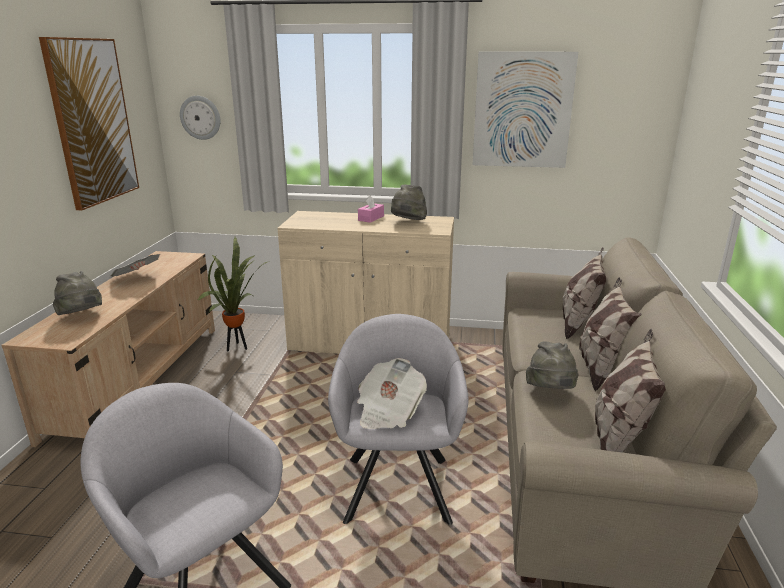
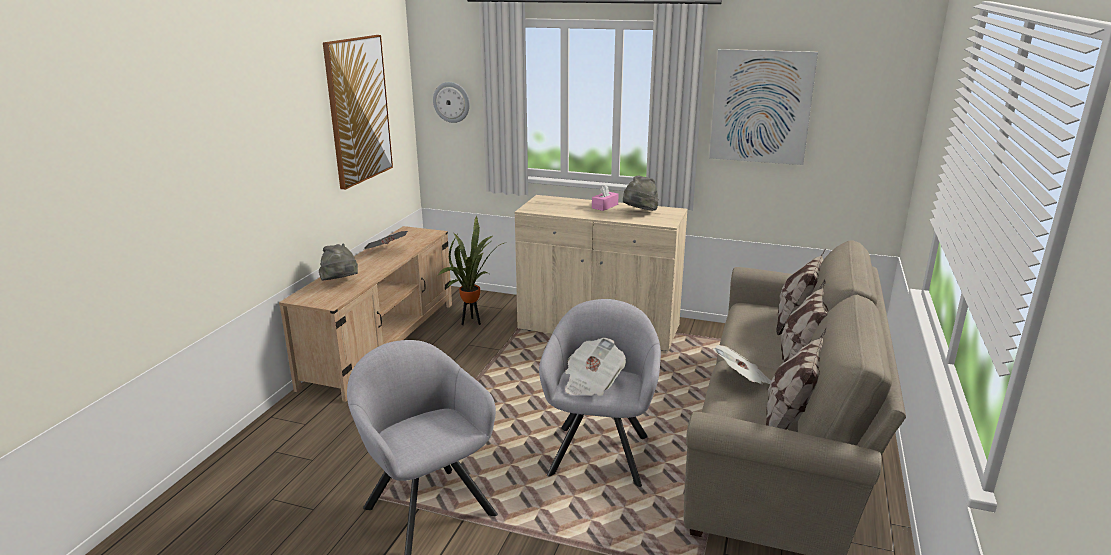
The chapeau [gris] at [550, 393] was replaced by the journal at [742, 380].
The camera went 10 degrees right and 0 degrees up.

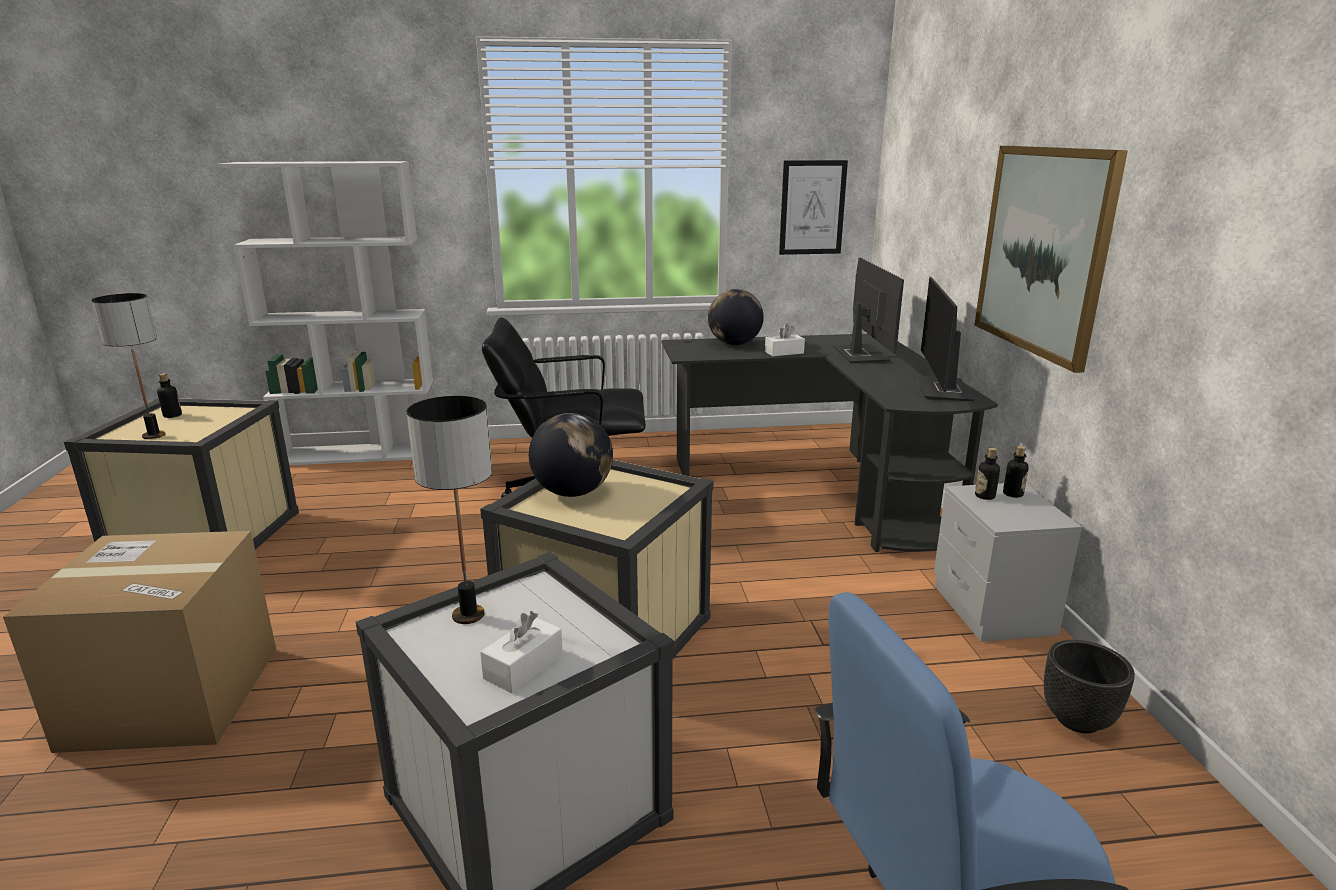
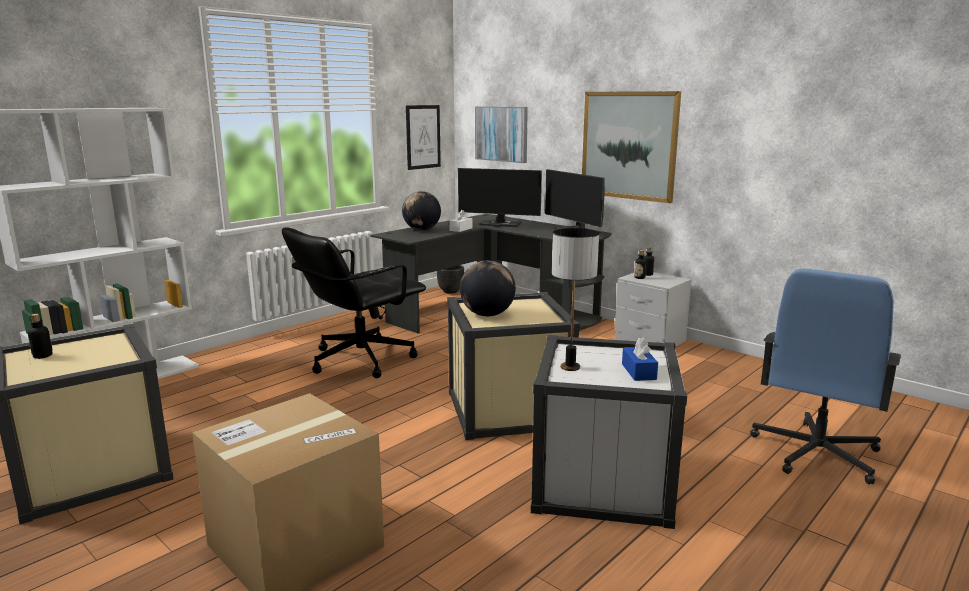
The écran d'ordinateur at [859, 354] turned 150 degrees clockwise.
The lampe de table at [153, 436] disappeared.
The boîte à mouchoirs [blanc] at [523, 666] became the boîte à mouchoirs [bleu] at [638, 372].
The cache-pot [noir] moved from [1076, 719] to [450, 291].
The tableau at [501, 134] appeared.
The camera went 40 degrees left and 5 degrees down.

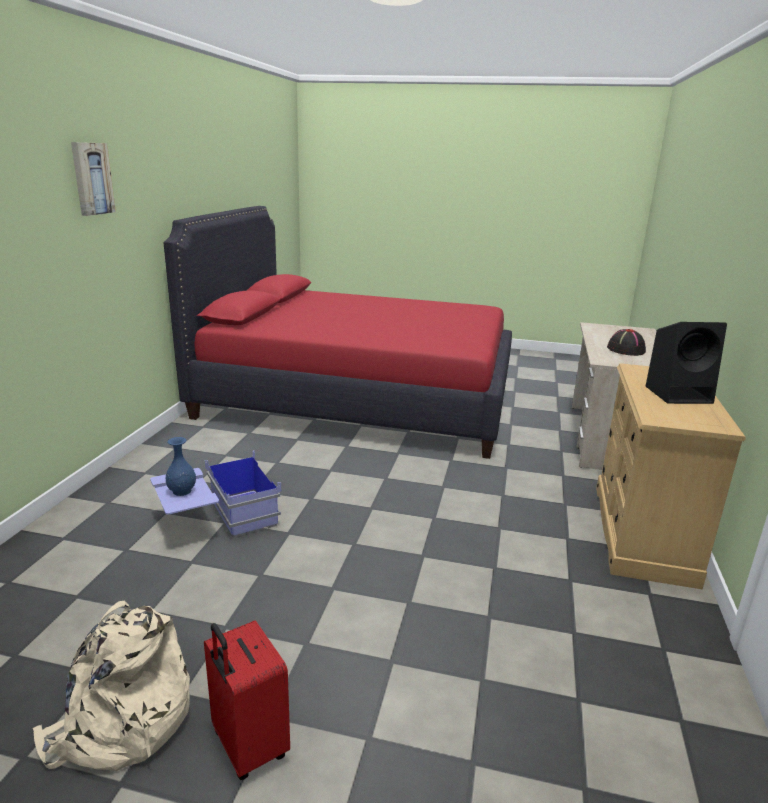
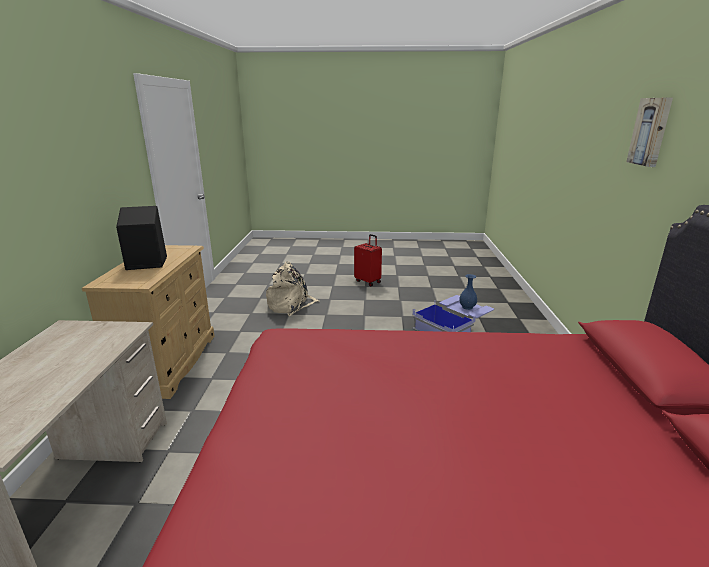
The chapeau [noir] at [625, 350] disappeared.
The sac à dos [beige] moved from [121, 724] to [291, 305].
The camera went 170 degrees right and 0 degrees up.

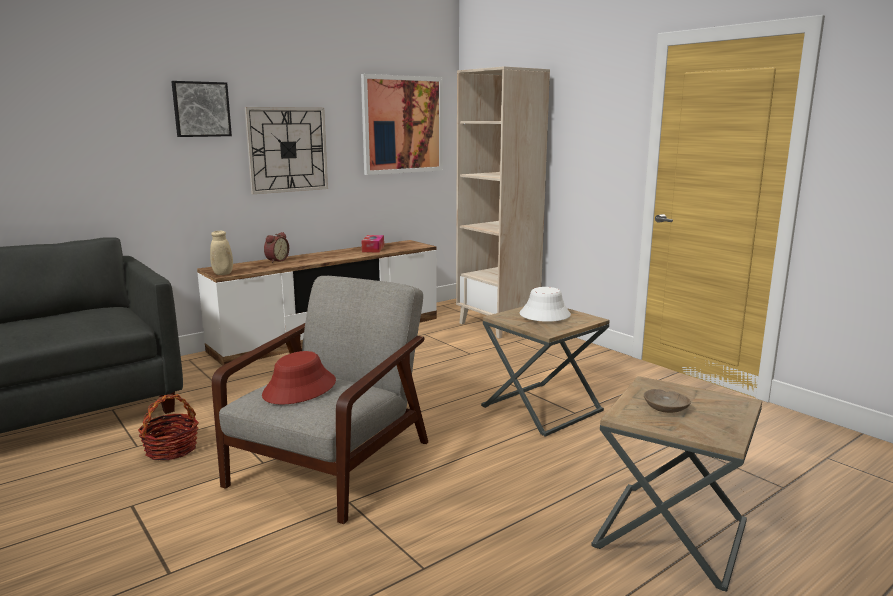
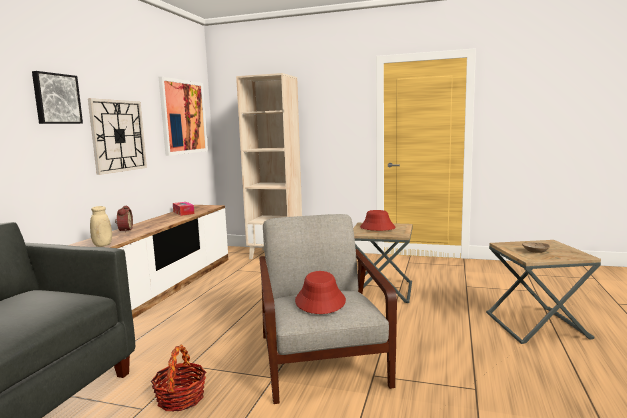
The chapeau [blanc] at [544, 315] became the chapeau [rouge] at [377, 228].
The camera went 35 degrees left and 5 degrees down.

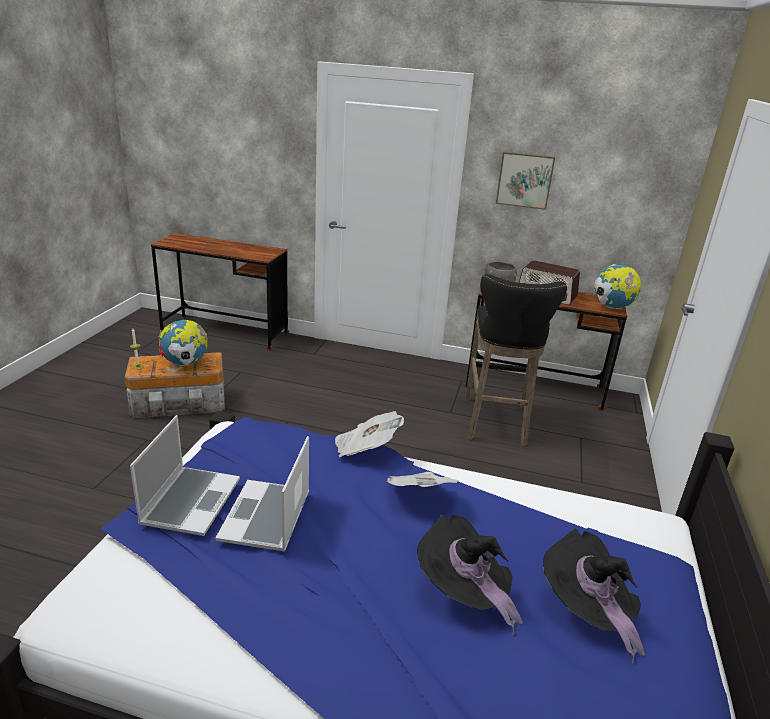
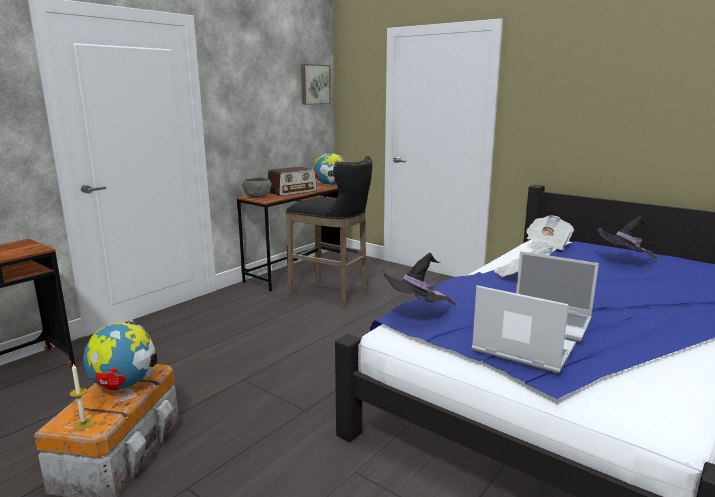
The tableau moved from [525, 180] to [314, 84].
The journal moved from [366, 448] to [546, 246].
The chapeau [noir] moved from [464, 592] to [415, 312].
The camera went 65 degrees left and 10 degrees down.

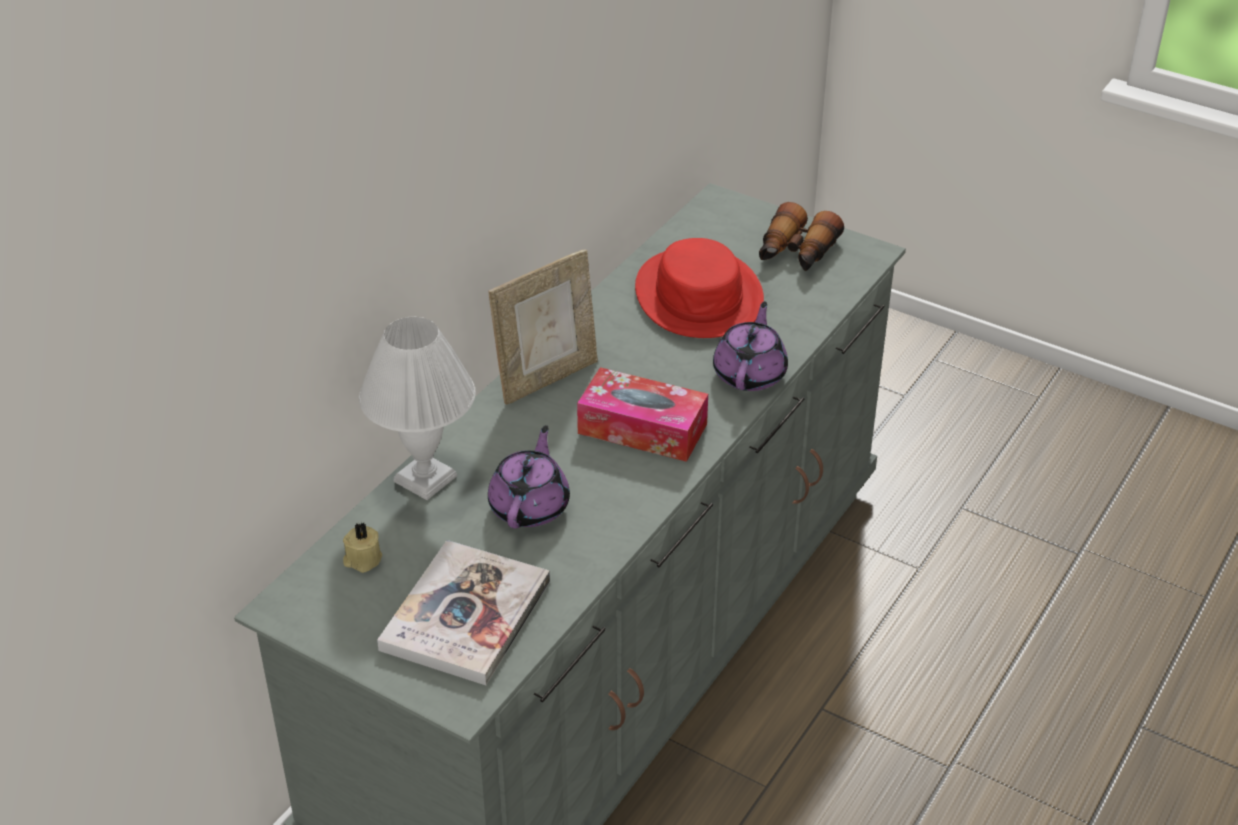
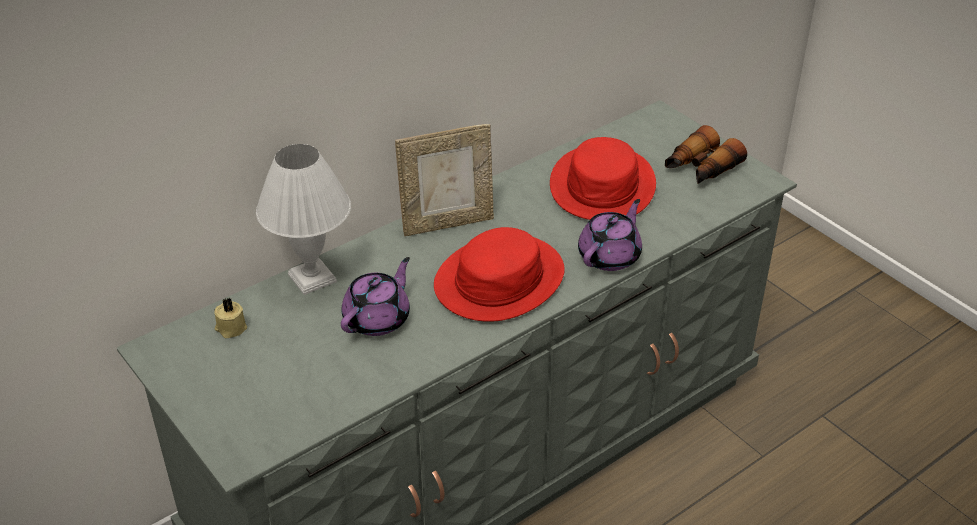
The boîte à mouchoirs at [642, 429] was replaced by the chapeau [rouge] at [499, 279].
The livre at [466, 615] disappeared.
The camera went 20 degrees right and 0 degrees up.

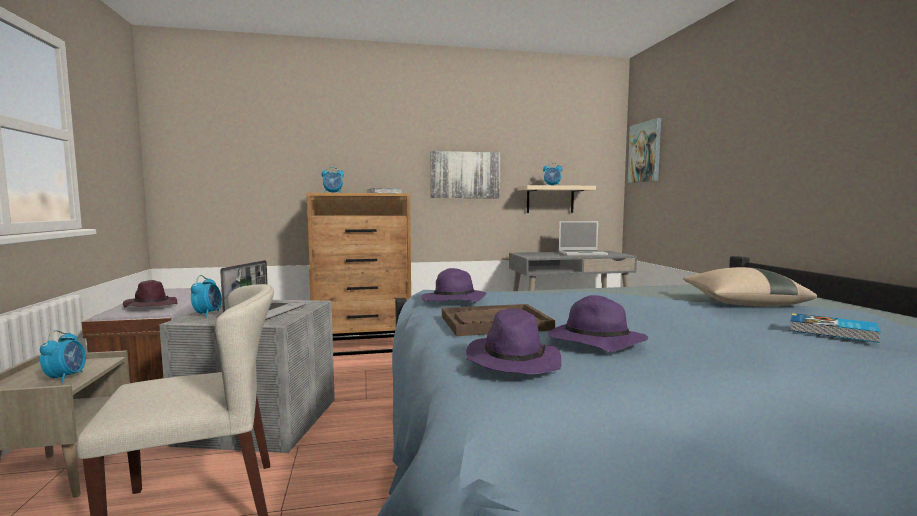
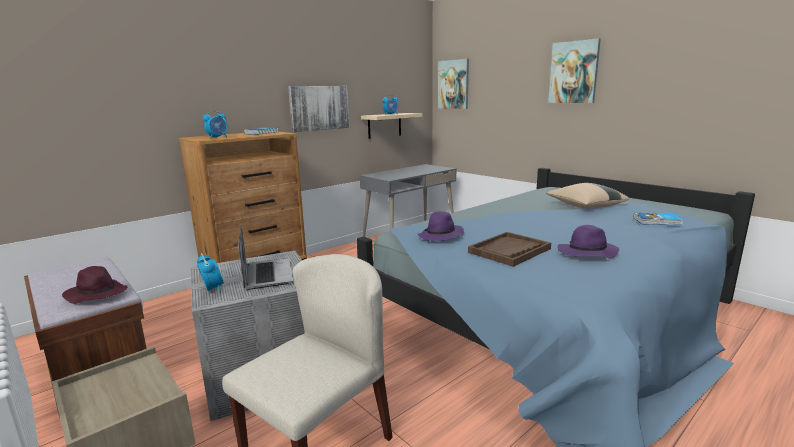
The ordinateur portable at [582, 254] disappeared.
The chapeau [violet] at [512, 362] disappeared.
The réveil at [66, 377] disappeared.
The tableau at [574, 72] appeared.
The camera went 30 degrees left and 10 degrees up.

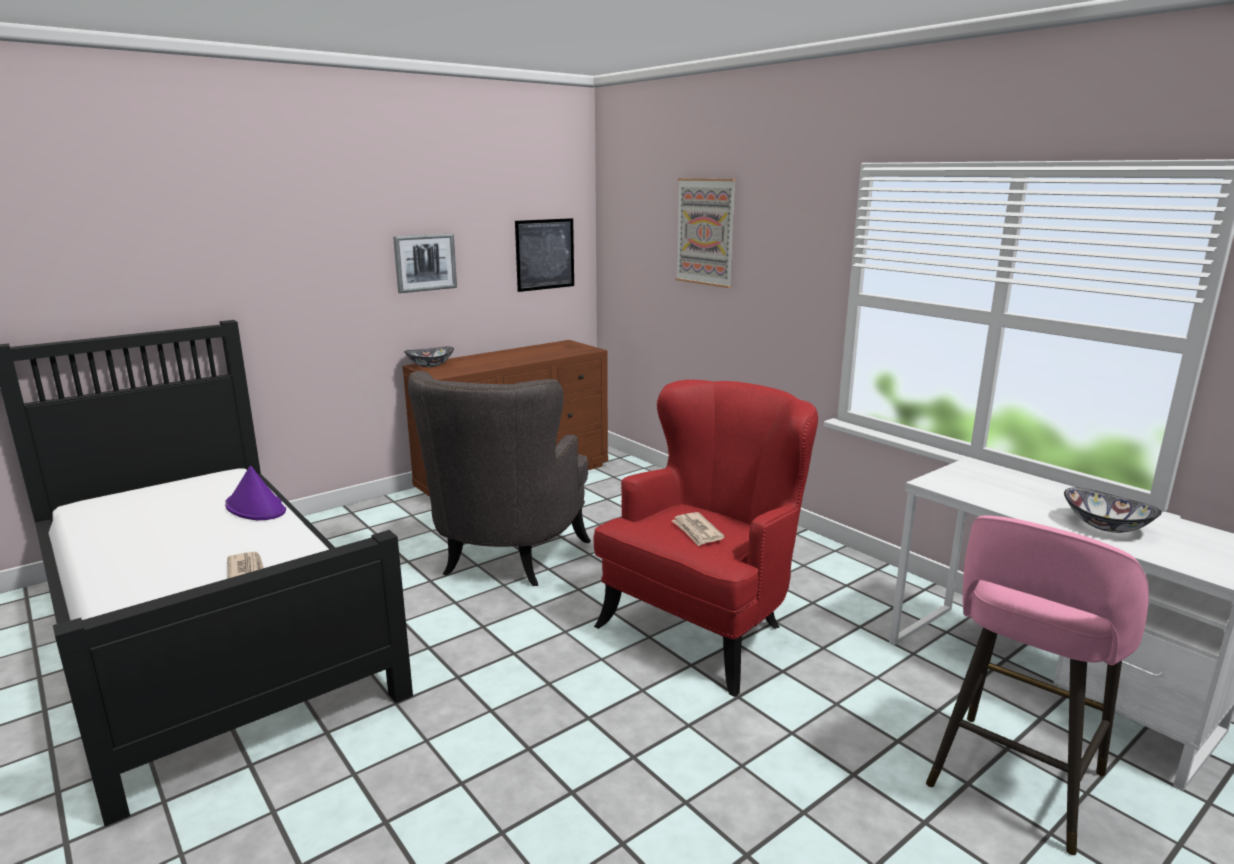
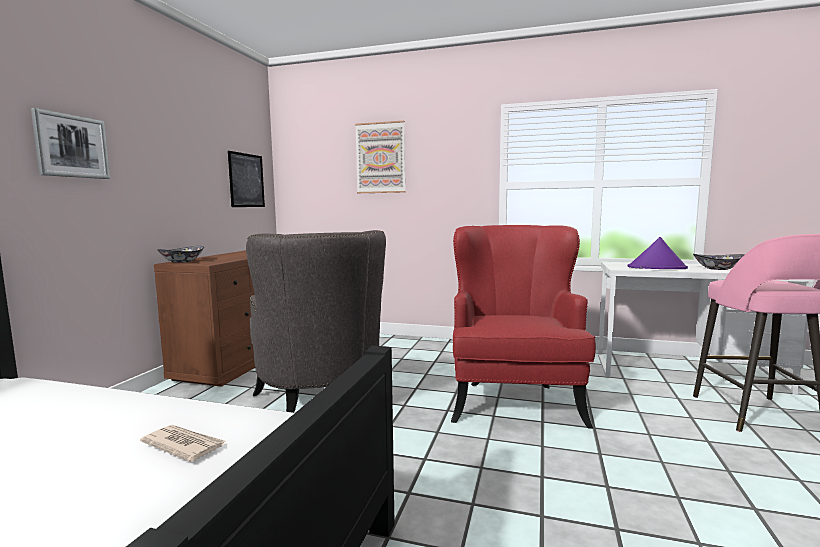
The tableau moved from [425, 262] to [71, 146].
The chapeau [violet] moved from [256, 508] to [657, 268].
The journal at [697, 531] disappeared.
The camera went 35 degrees left and 10 degrees down.

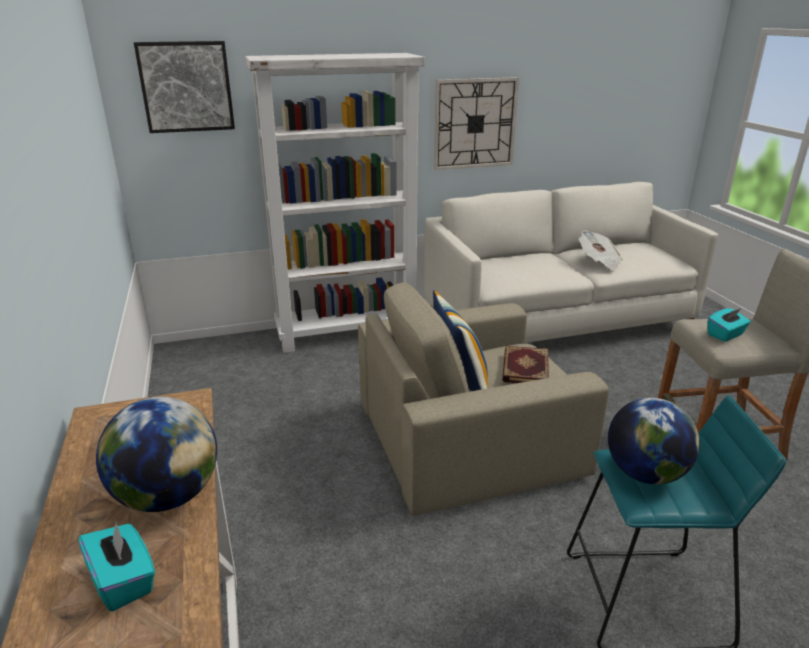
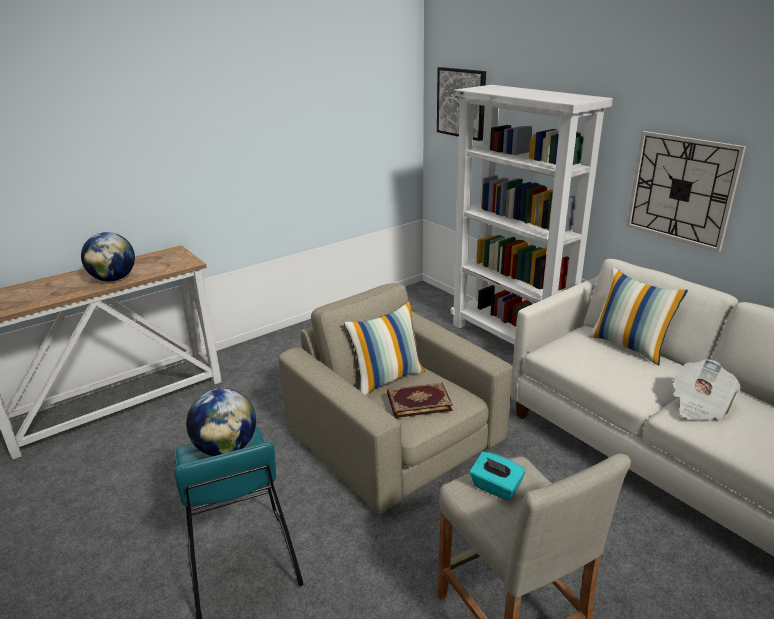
The boîte à mouchoirs [turquoise] at [123, 581] disappeared.
The coussin at [629, 346] appeared.
The camera went 70 degrees right and 0 degrees up.

